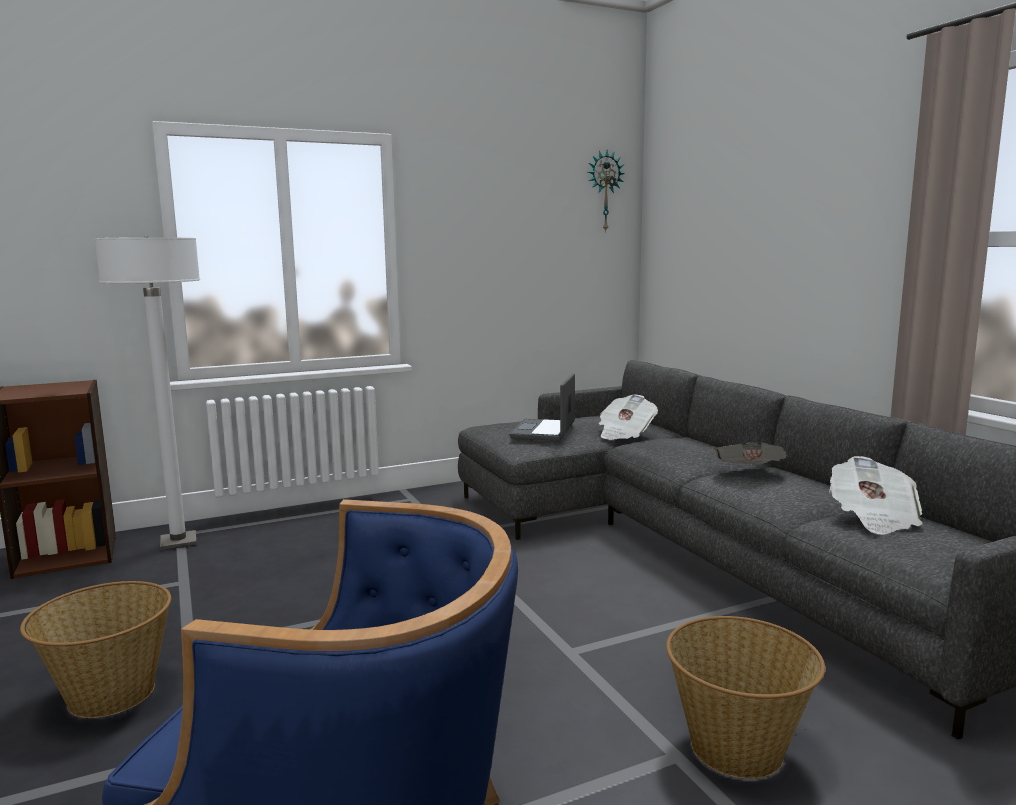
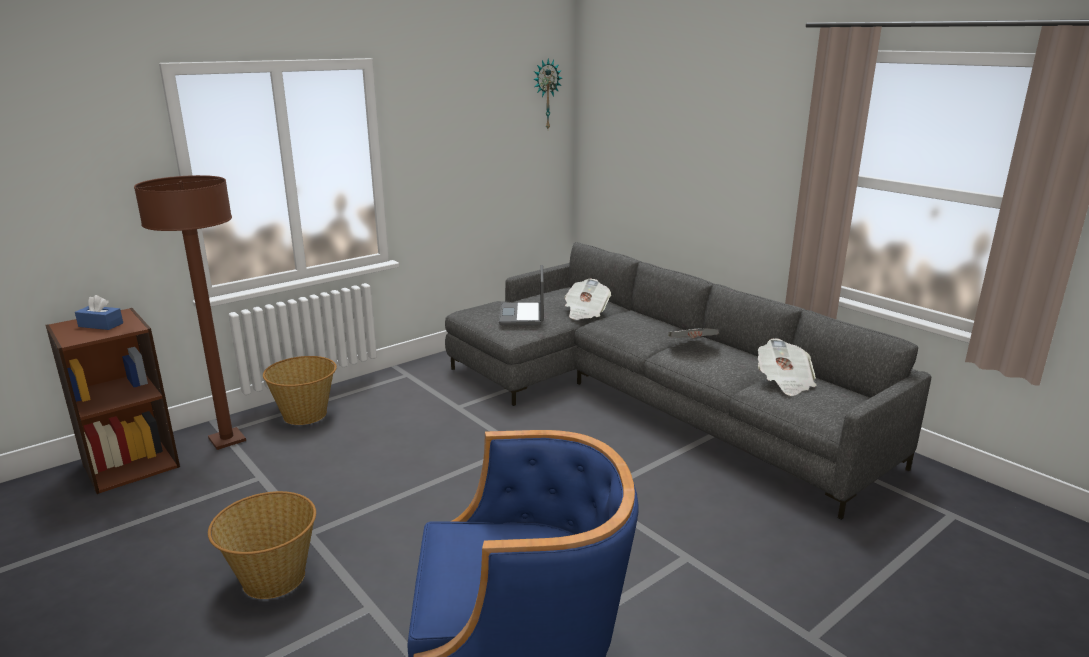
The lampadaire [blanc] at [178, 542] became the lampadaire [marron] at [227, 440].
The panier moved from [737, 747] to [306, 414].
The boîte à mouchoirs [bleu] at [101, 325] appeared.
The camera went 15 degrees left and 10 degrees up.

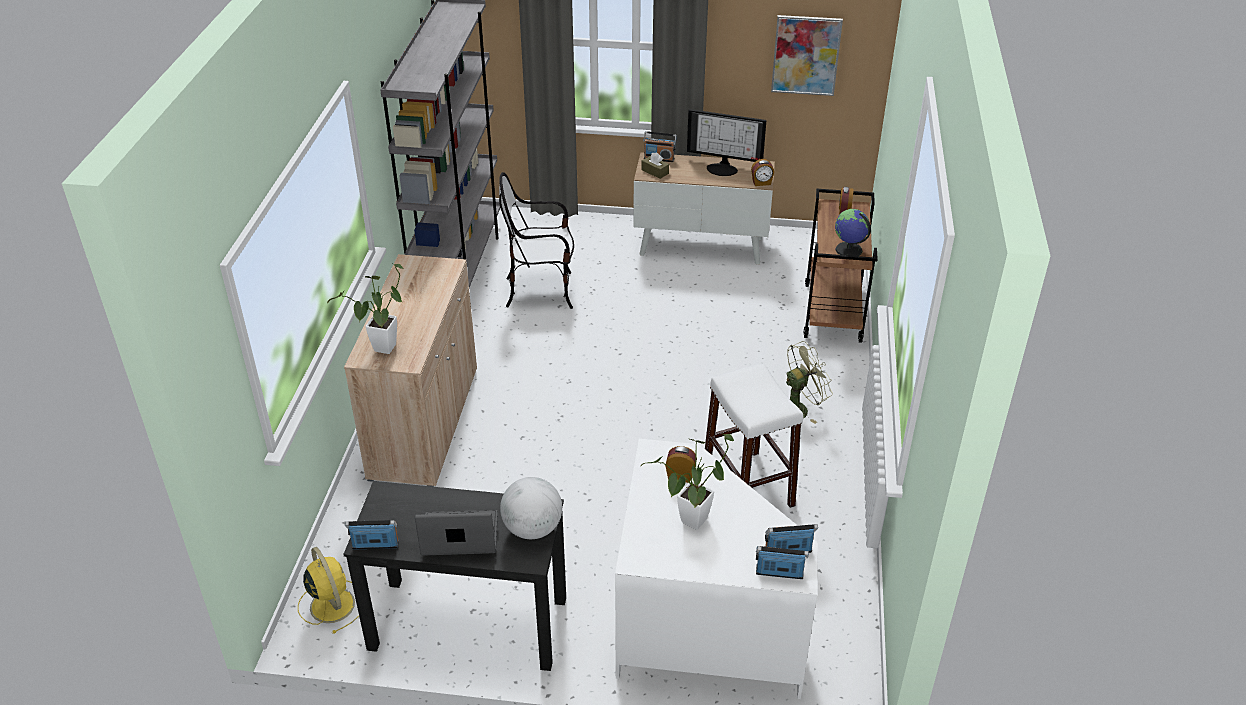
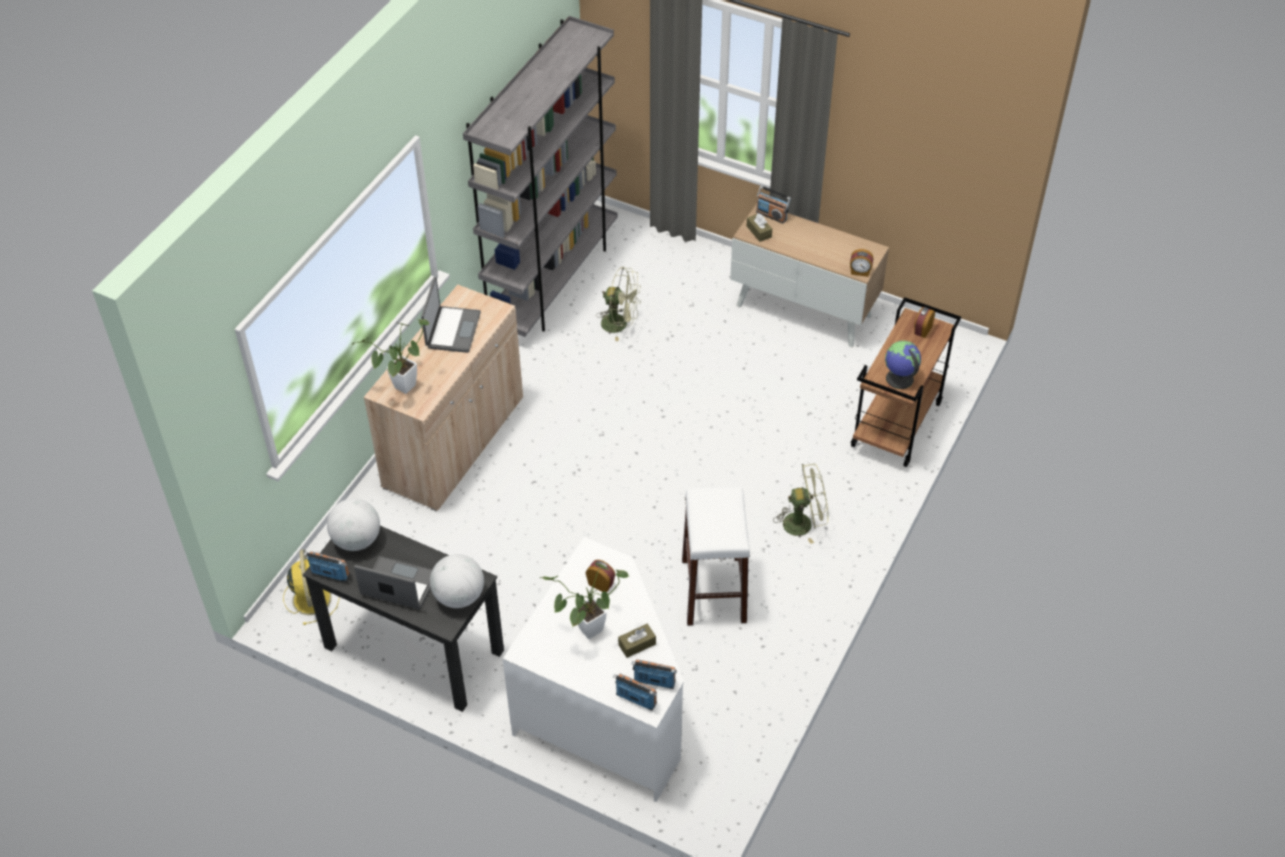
The tableau at [806, 55] disappeared.
The écran d'ordinateur at [723, 168] disappeared.
The chaise at [541, 291] was replaced by the ventilateur [vert] at [620, 324].
The ordinateur portable at [452, 330] appeared.
The globe at [356, 540] appeared.
The boîte à mouchoirs [marron] at [637, 644] appeared.
The camera went 20 degrees right and 10 degrees up.

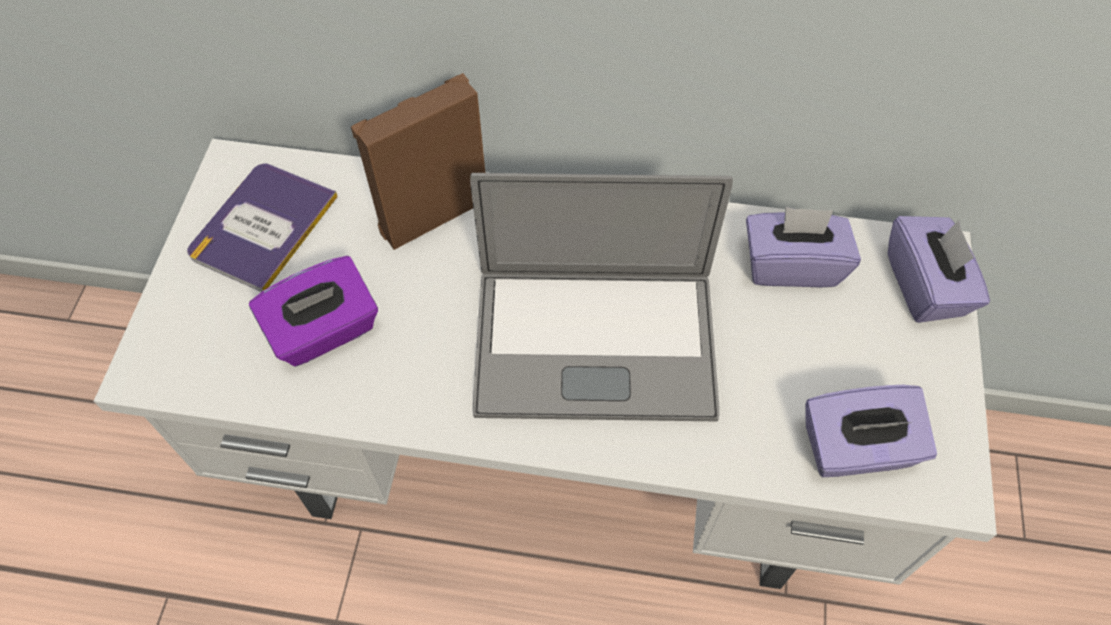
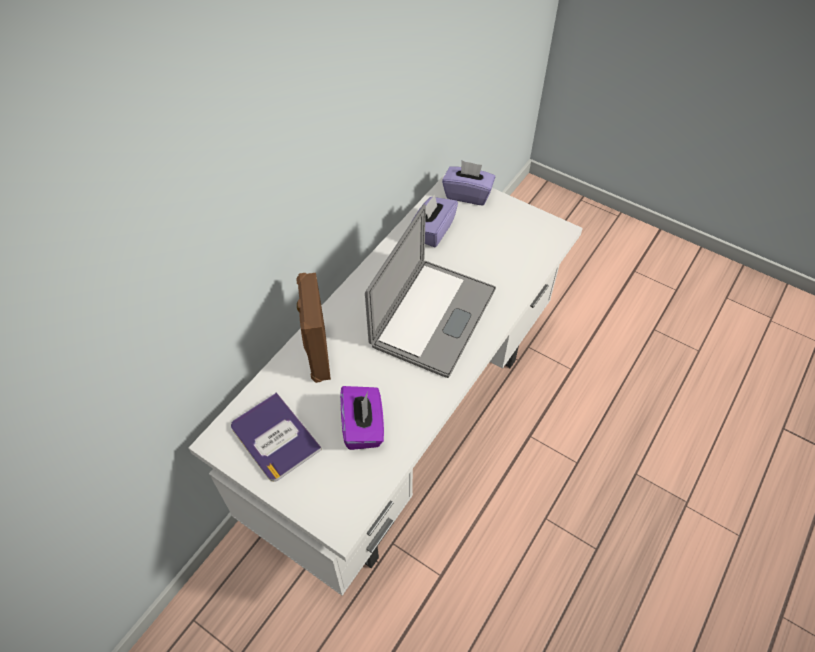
The boîte à mouchoirs [violet] at [857, 449] disappeared.
The camera went 65 degrees left and 5 degrees down.

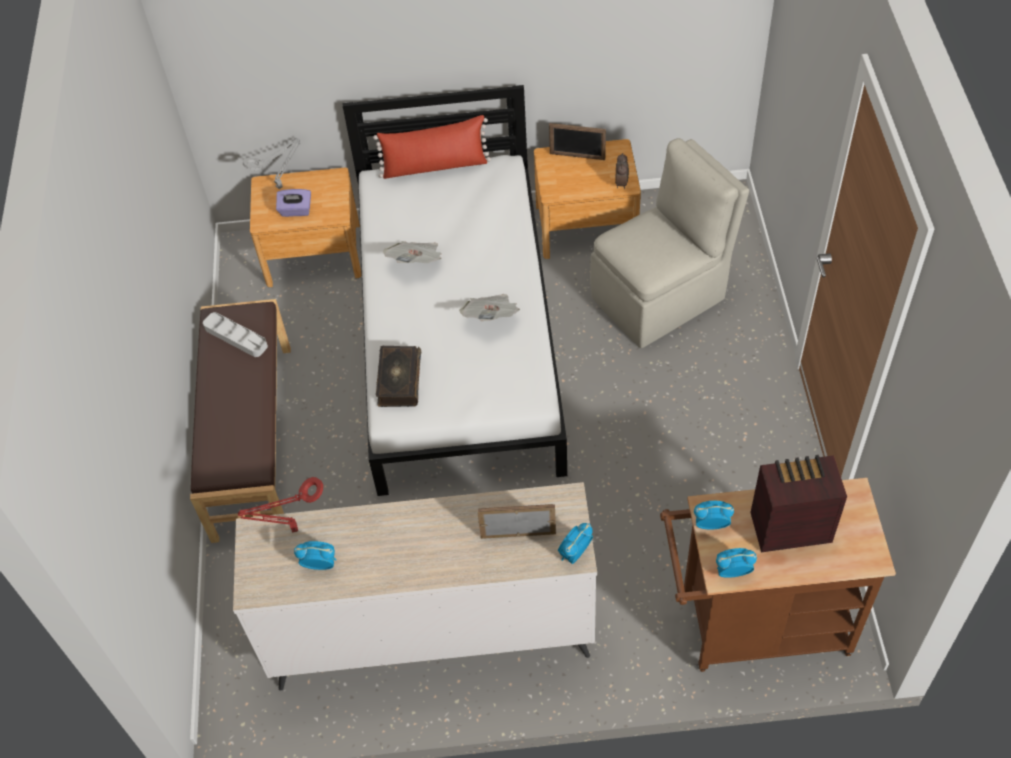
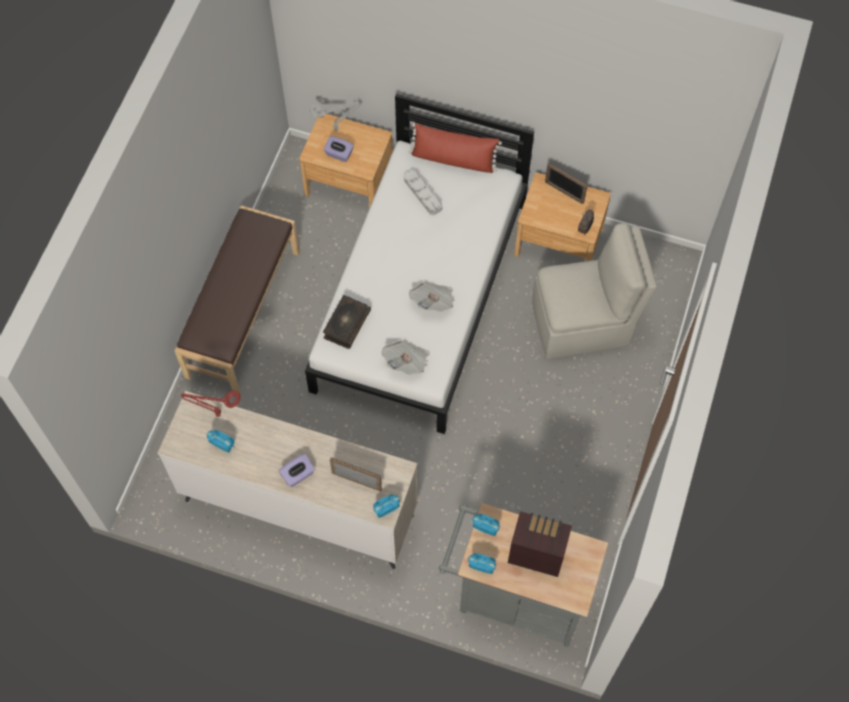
The journal moved from [416, 262] to [407, 362].
The plateau [gris] moved from [236, 337] to [422, 194].
The chariot [marron] at [753, 625] became the chariot [gris] at [514, 596].
The boîte à mouchoirs [violet] at [298, 475] appeared.
The camera went 20 degrees right and 10 degrees up.

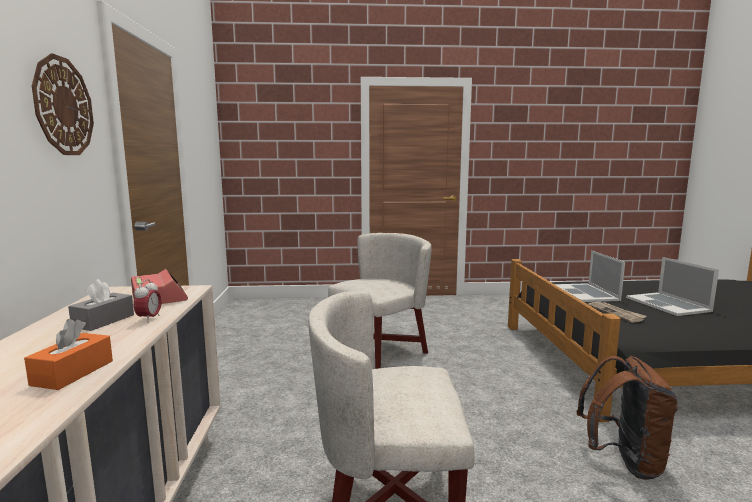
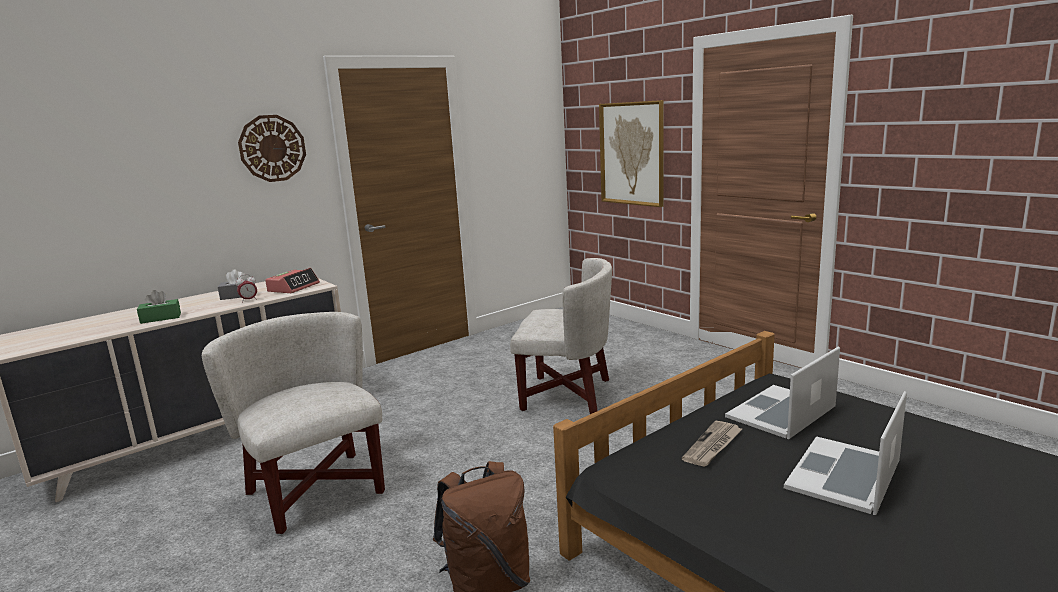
The boîte à mouchoirs [orange] at [73, 373] became the boîte à mouchoirs [vert] at [161, 318].
The tableau at [632, 153] appeared.
The camera went 55 degrees right and 5 degrees up.

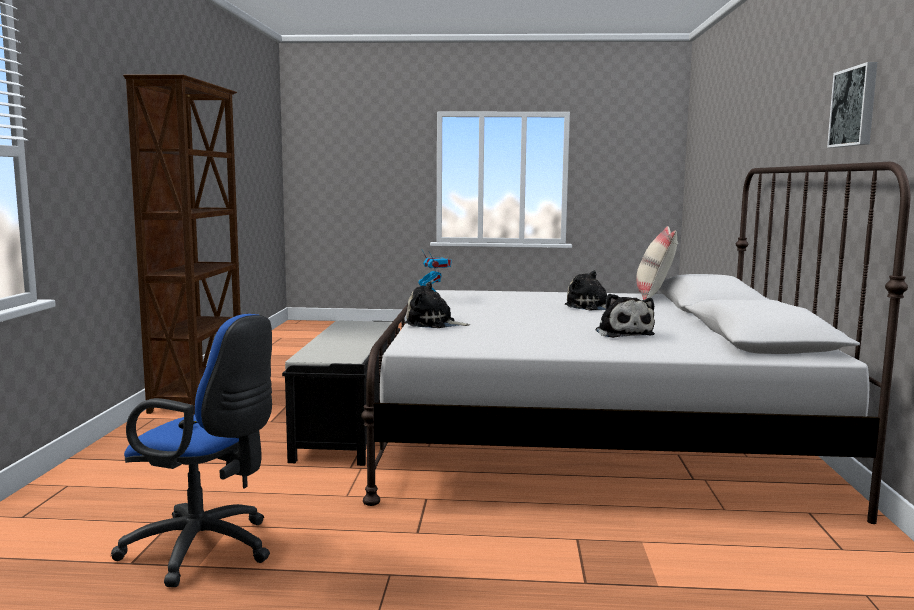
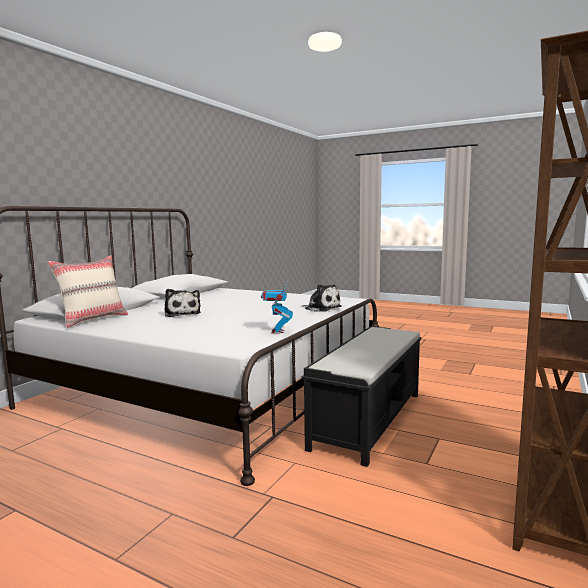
The tableau at [855, 107] disappeared.
The peluche at [623, 333] disappeared.
The chaise de bureau [bleu] at [206, 550] disappeared.
The camera went 155 degrees left and 0 degrees up.

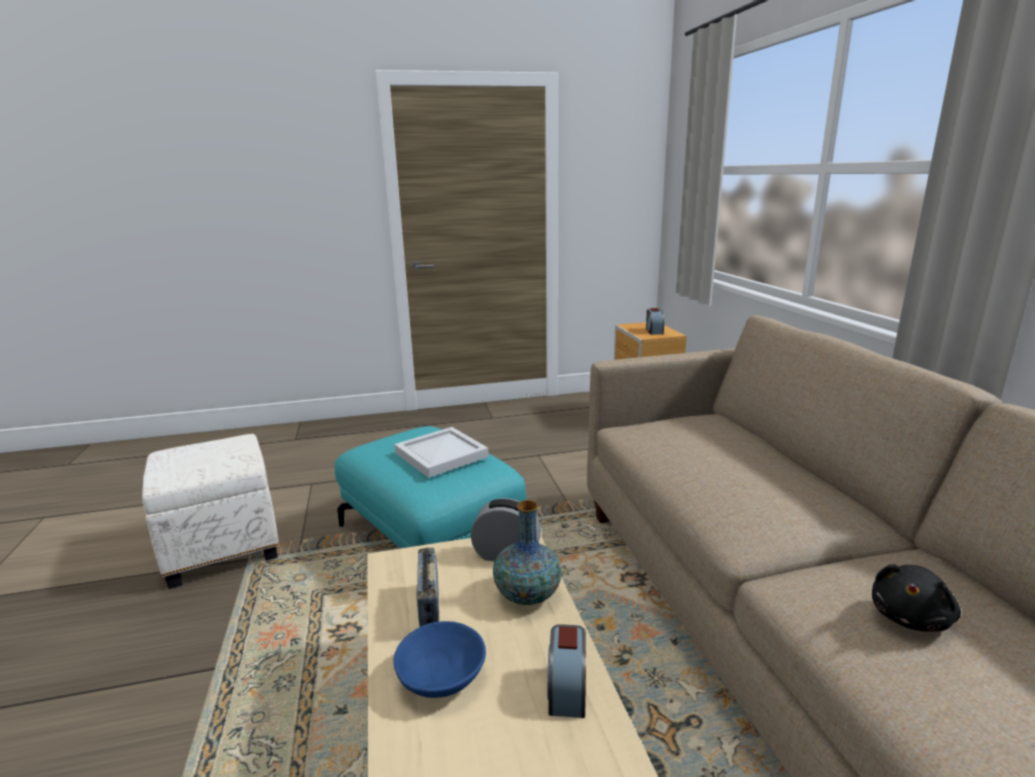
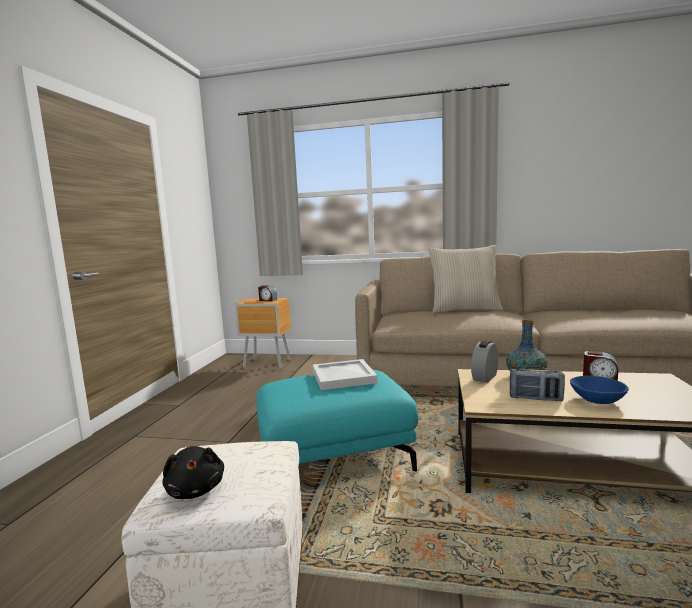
The peluche [noir] moved from [910, 617] to [196, 489].
The coussin [beige] at [464, 310] appeared.
The camera went 65 degrees left and 10 degrees down.

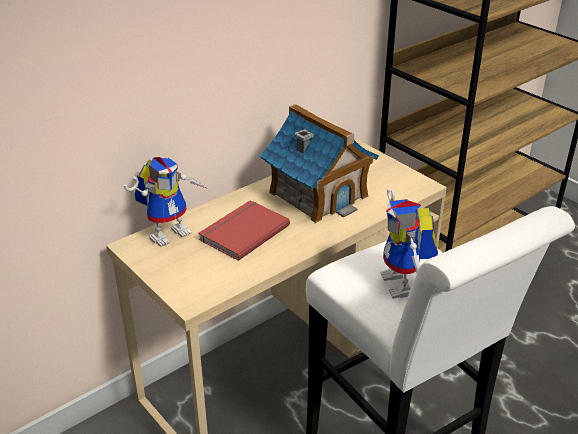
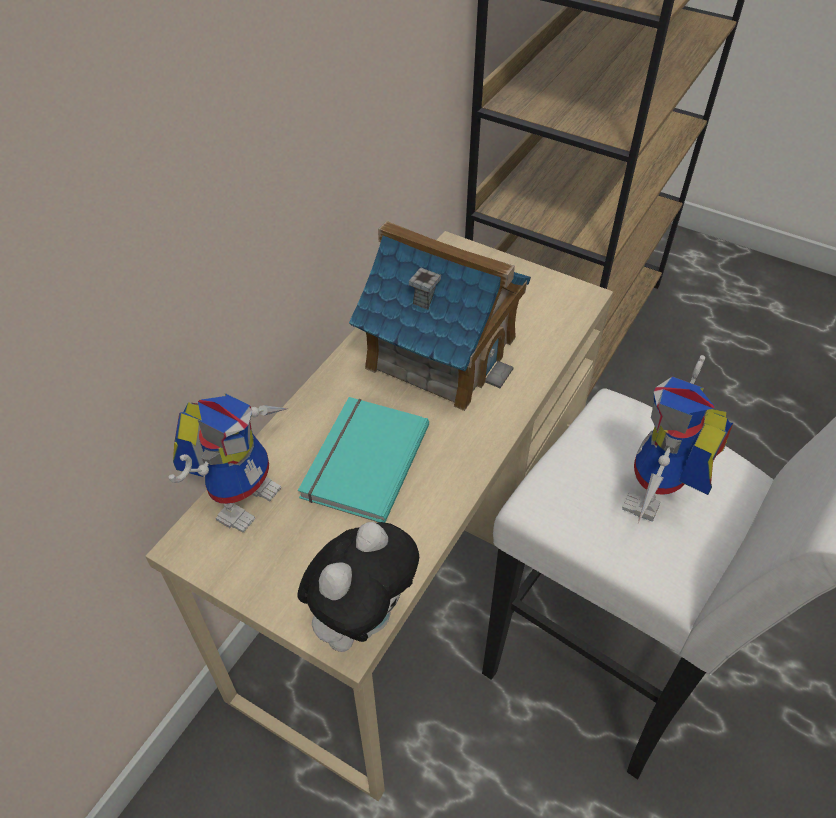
The robot jouet at [404, 285] turned 60 degrees clockwise.
The livre [rouge] at [242, 232] became the livre [turquoise] at [361, 461].
The peluche at [362, 617] appeared.
The camera went 20 degrees left and 15 degrees up.

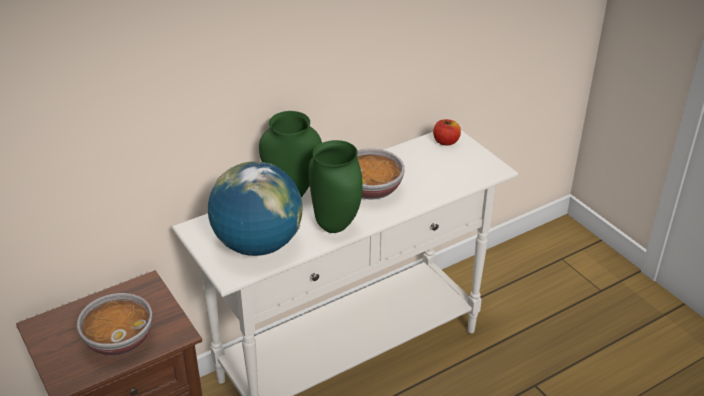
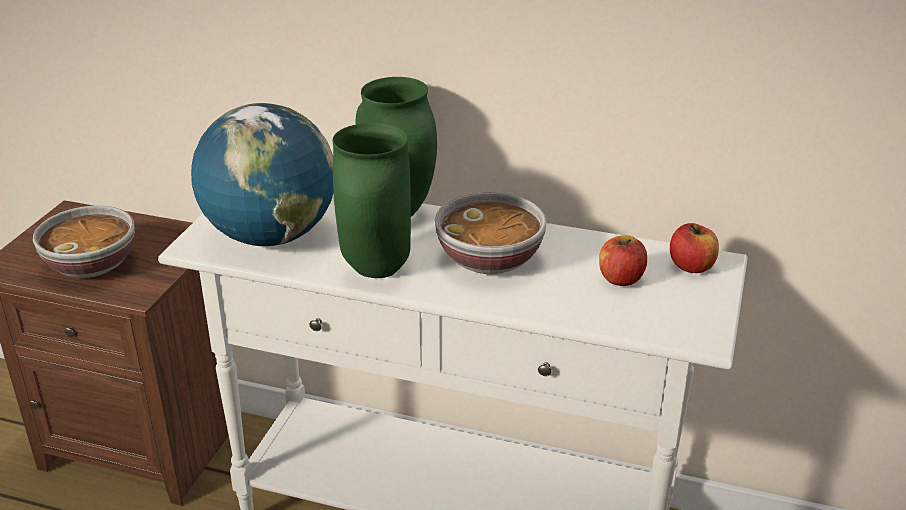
The pomme at [621, 278] appeared.
The camera went 50 degrees right and 5 degrees down.

